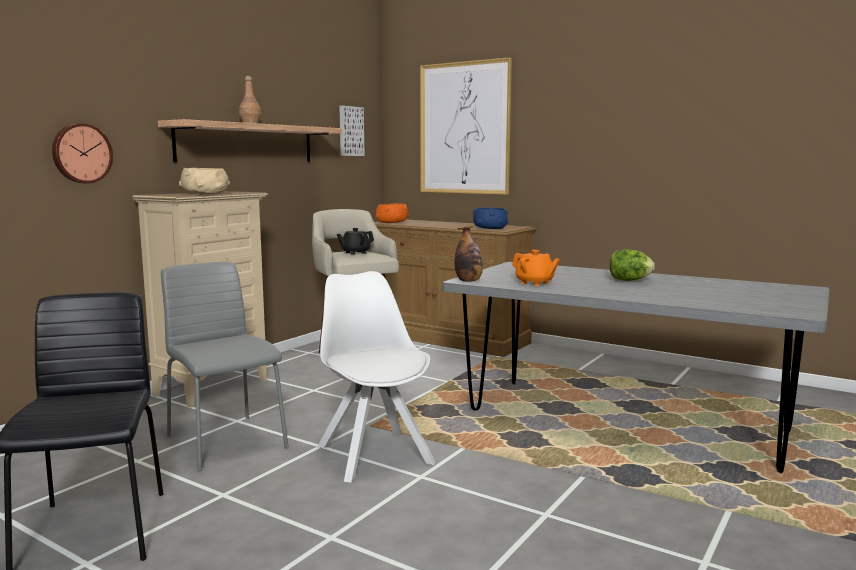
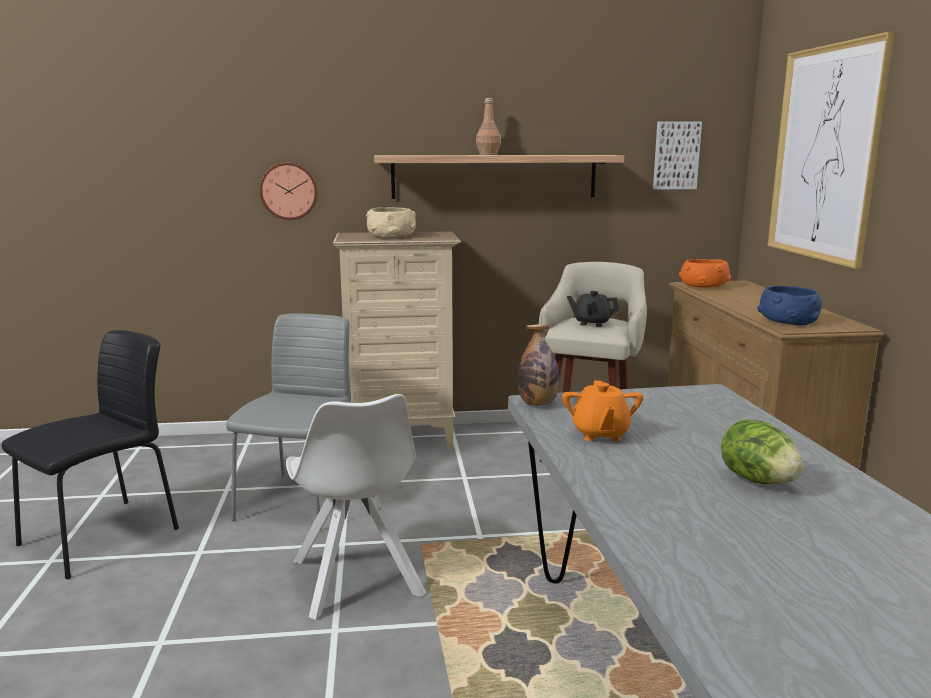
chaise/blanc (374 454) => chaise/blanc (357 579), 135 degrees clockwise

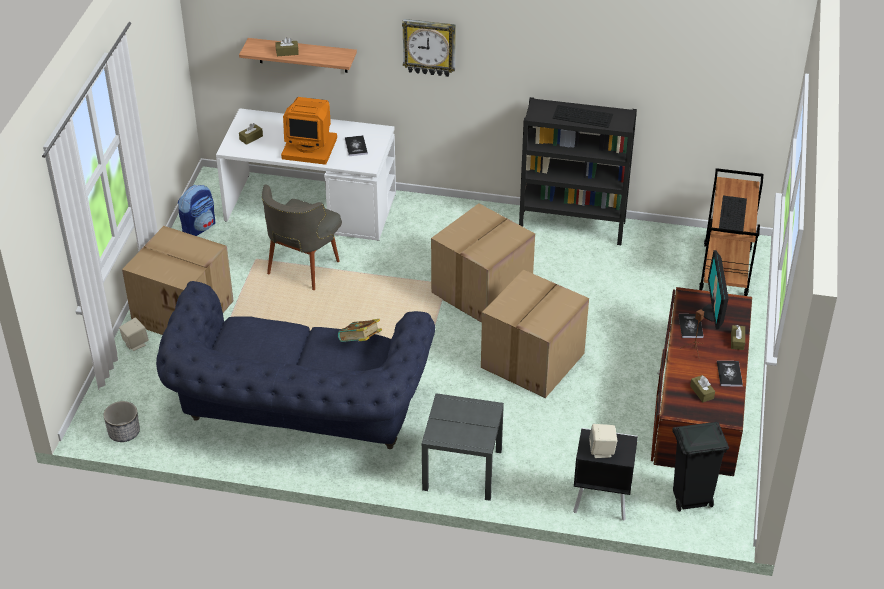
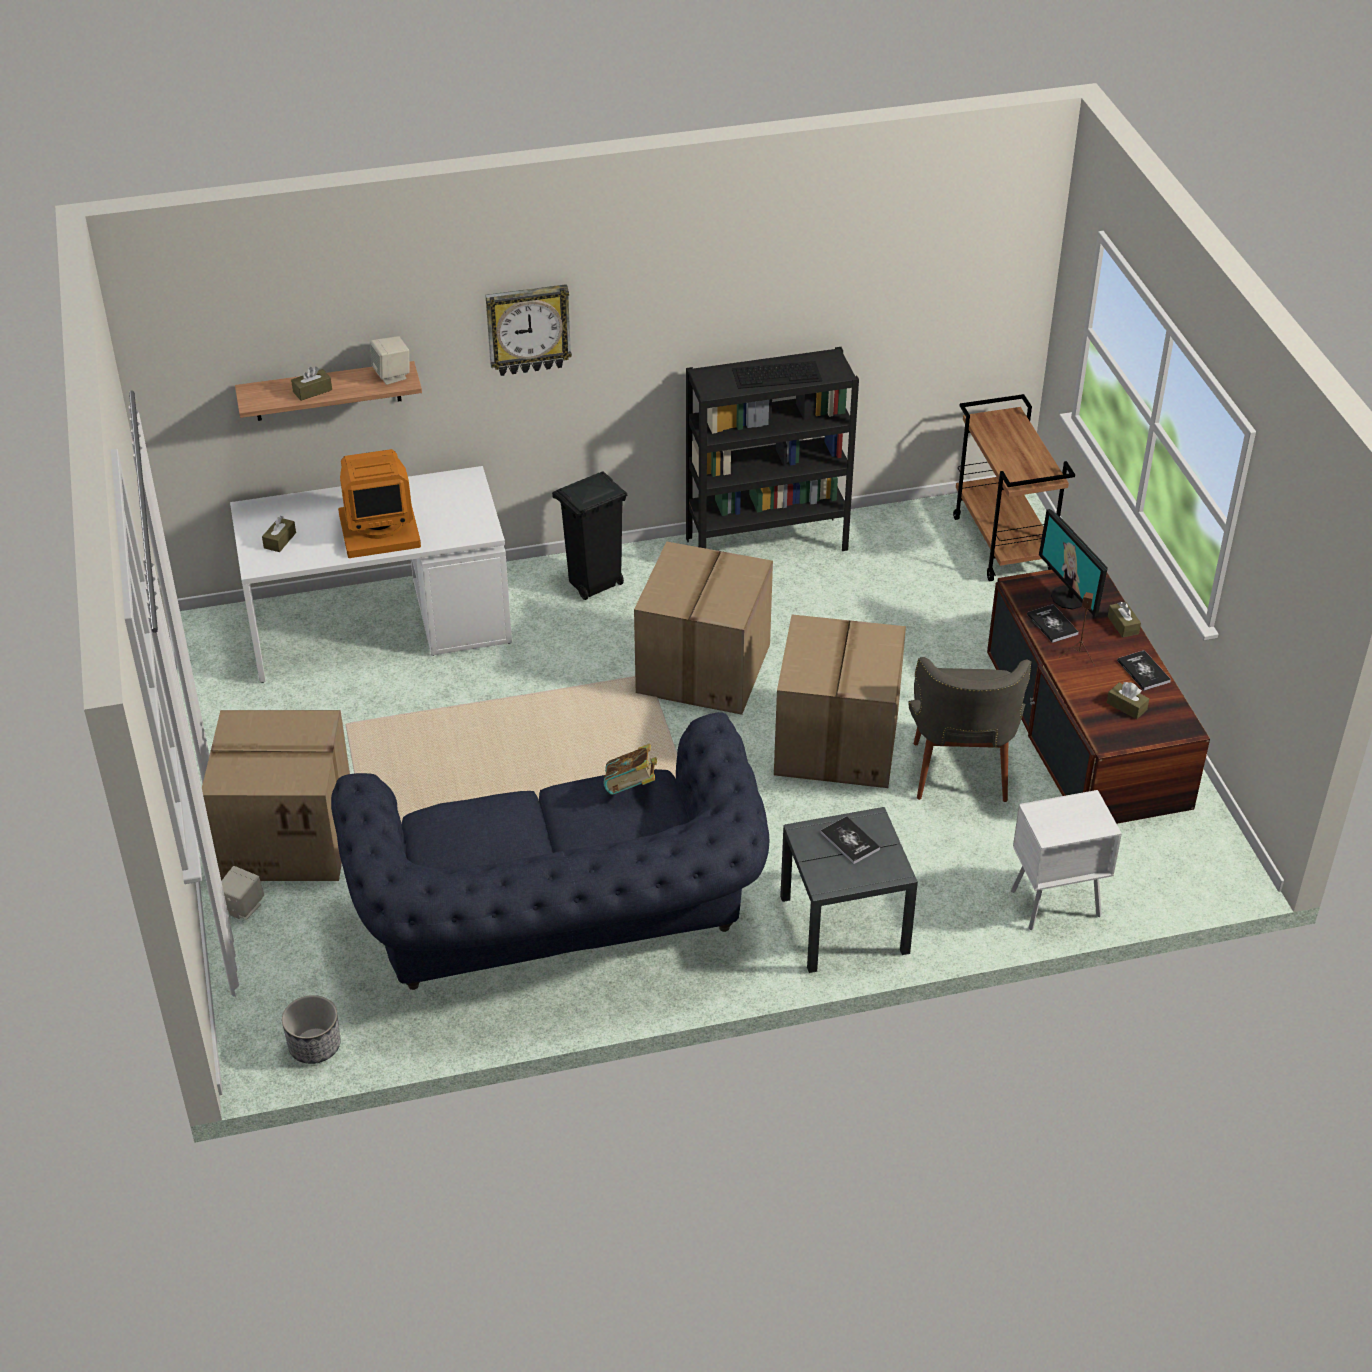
sac à dos (199 227) => nothing
clavier (733 215) => nothing
chaise/gris (304 267) => chaise/gris (959 771), relocated
livre (356 146) => livre (850 841), relocated
enceinte/beige (602 451) => enceinte/beige (392 375), relocated
poubelle/noir (690 500) => poubelle/noir (593 585), relocated
table de chevet/noir (599 502) => table de chevet/blanc (1053 903)

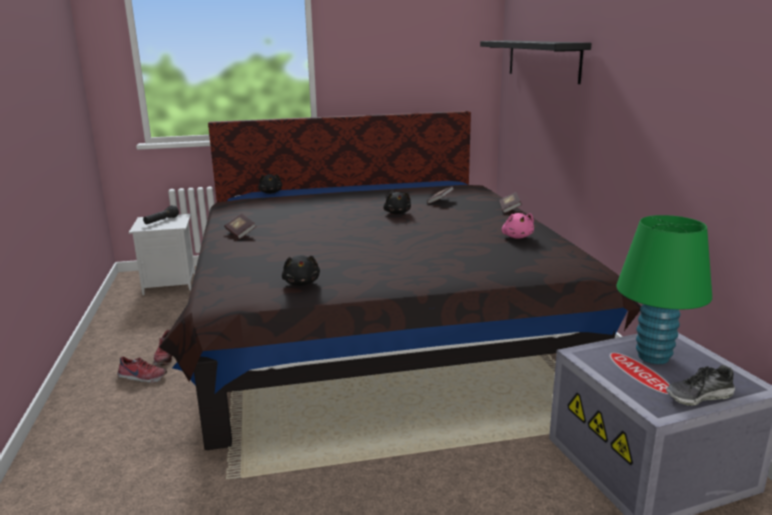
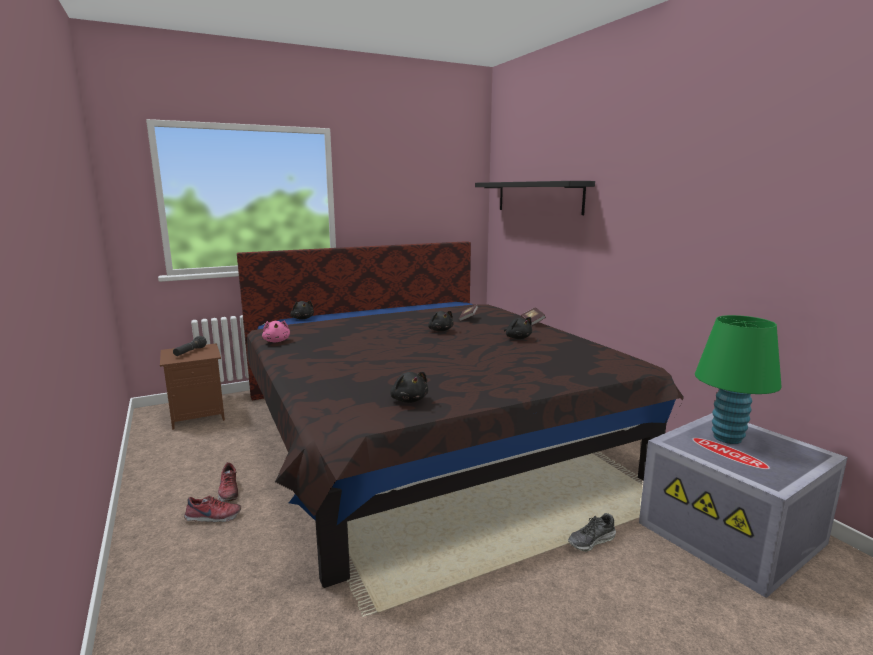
livre (240 233) => nothing
nothing => peluche/noir (517 338)
peluche/rose (517 237) => peluche/rose (277 341), relocated
chaussure (699 396) => chaussure (591 541), relocated
table de chevet/gris (171 283) => table de chevet/marron (199 415)

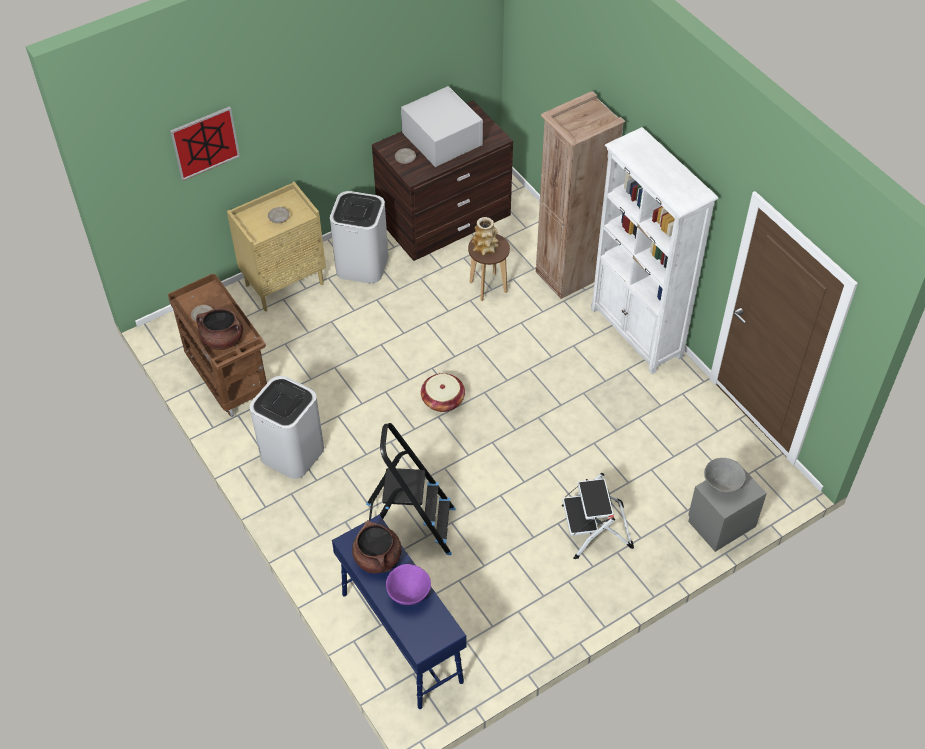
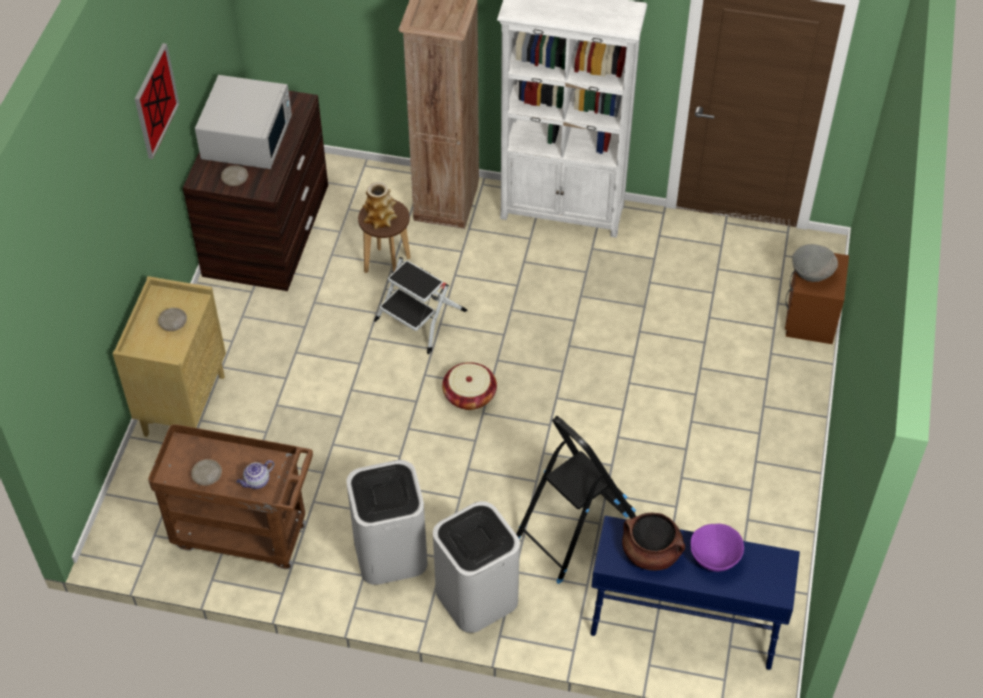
tableau (205 142) => tableau (155 101), relocated
poubelle/blanc (362 265) => poubelle/blanc (476 597), relocated
escabeau (596 528) => escabeau (421 317), relocated
marmite/marron (222 340) => théière (256 482)
table de chevet/gris (720 522) => table de chevet/marron (809 317)
micro-ondes/blanc (441 139) => micro-ondes/blanc (247 137), 90 degrees clockwise

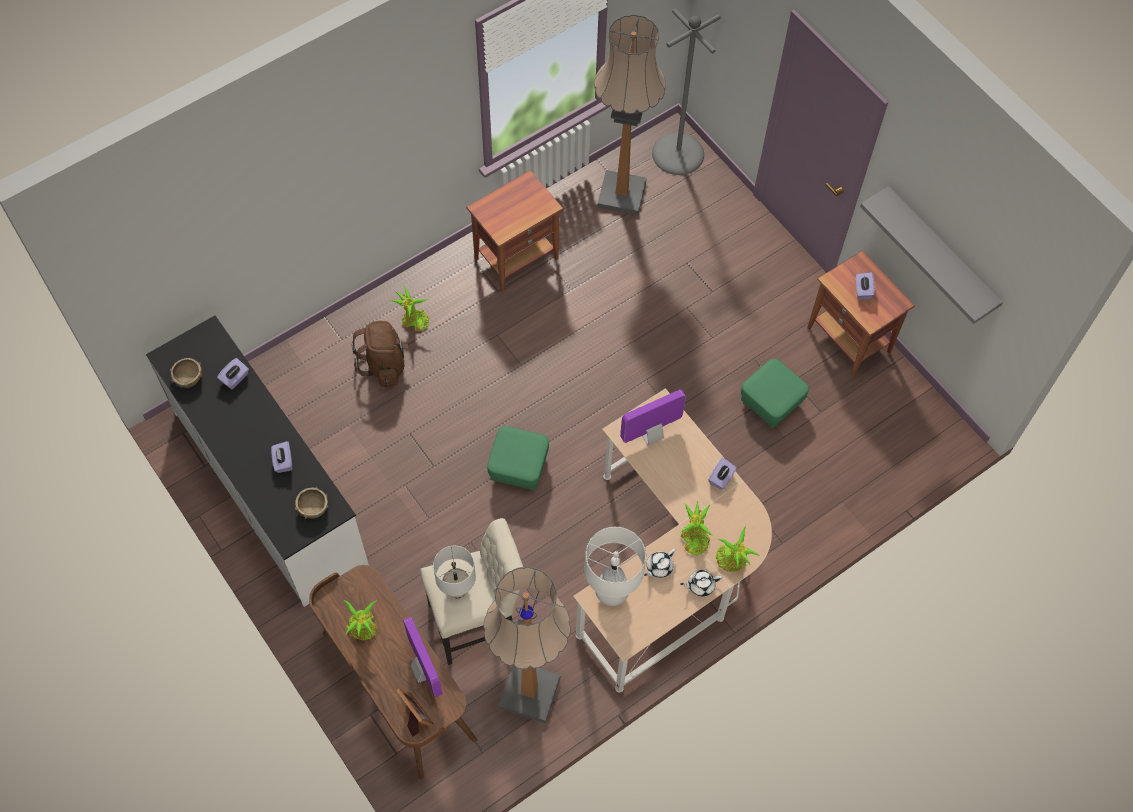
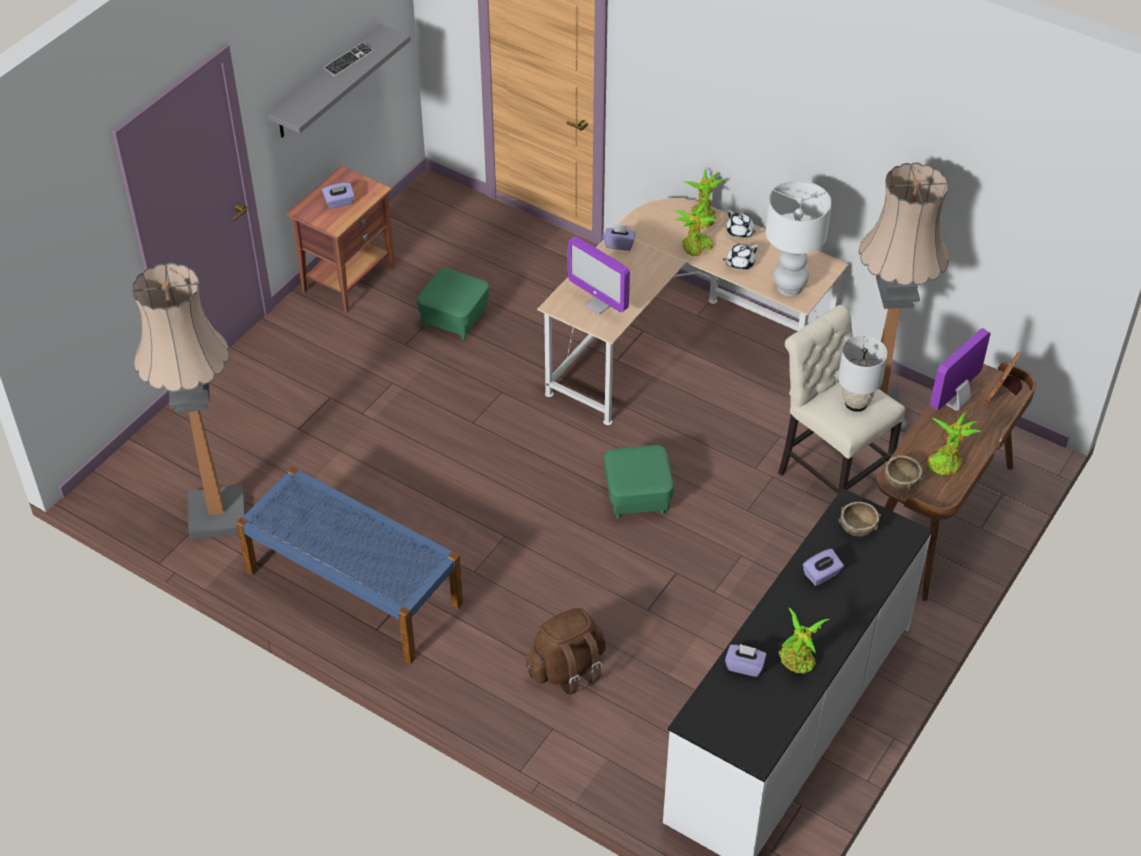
portant/gris (678 153) => nothing
nothing => clavier (349 61)
bol/marron (188 377) => bol/marron (901 480), relocated
plante en pot (413 321) => plante en pot (798 661), relocated
table de chevet (517 257) => banc/bleu (353 588)
théière/blanc (659 567) => théière/blanc (739 263), 120 degrees clockwise

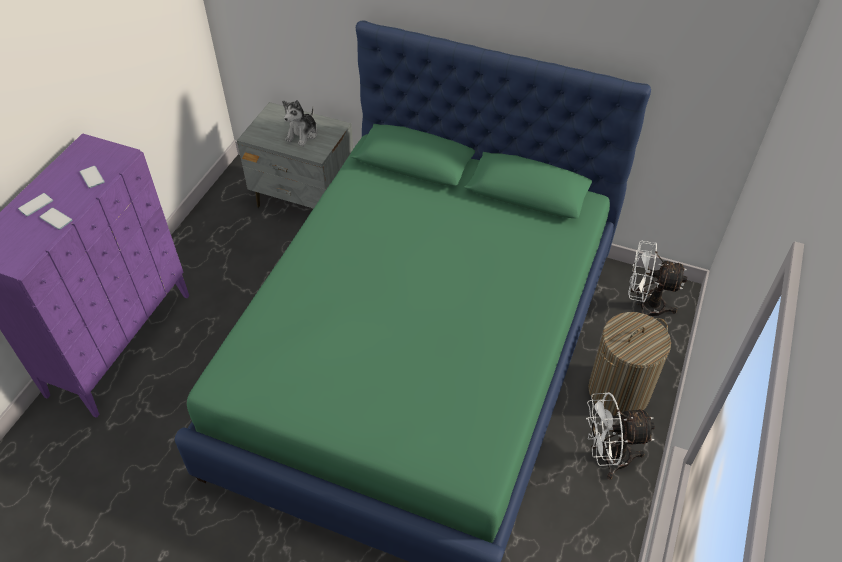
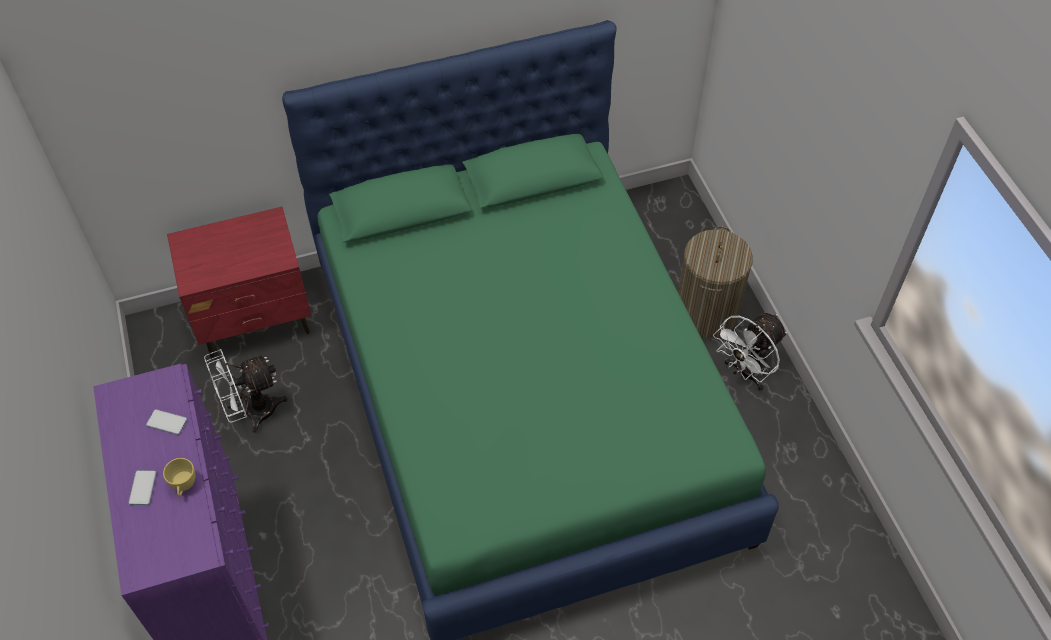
peluche (302 134) => nothing
ventilateur/blanc (644 306) => ventilateur/blanc (252 412), relocated
téléphone (56 219) => tasse/jaune (184 486)
table de chevet/gris (305 200) => table de chevet/rouge (255 319)

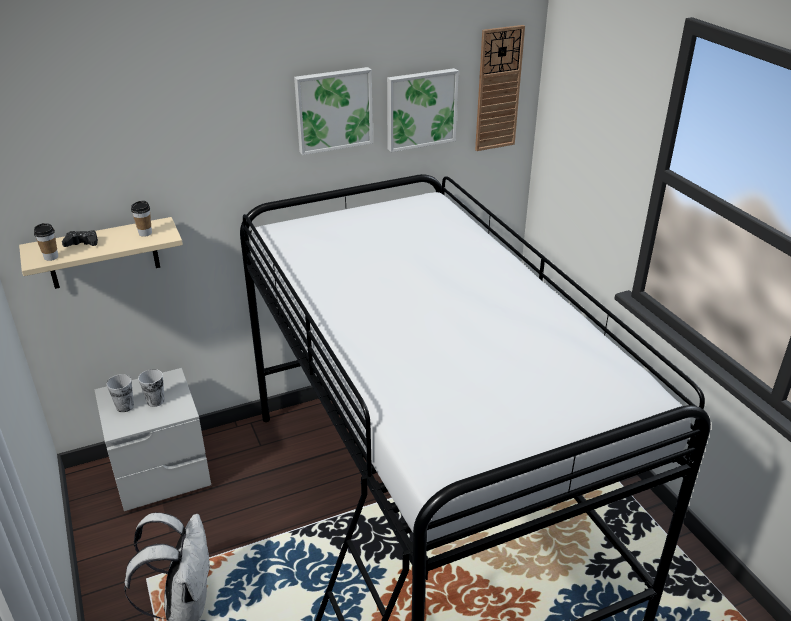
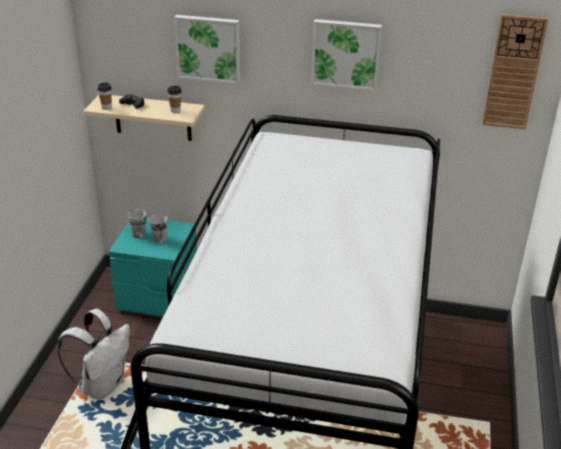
tableau (420 109) => tableau (208 48), relocated
table de chevet/blanc (161 472) => table de chevet/turquoise (159 296)

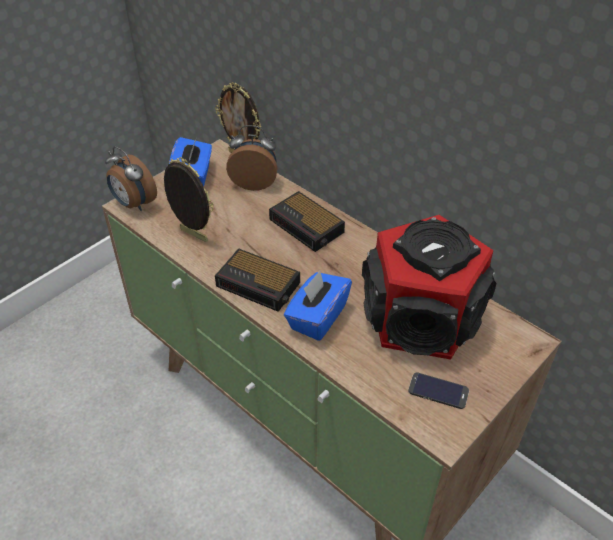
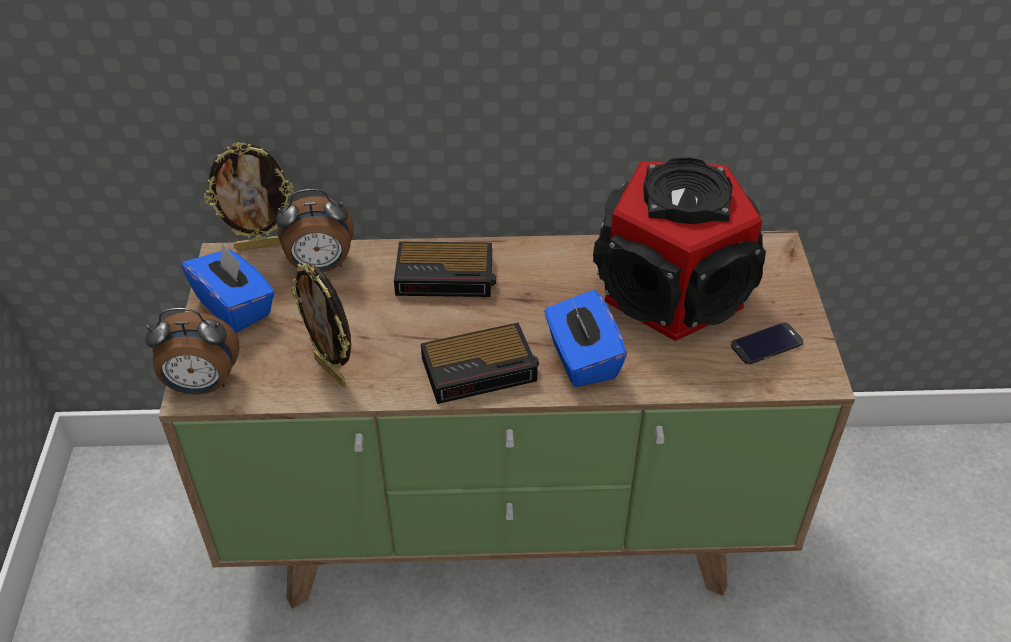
cadre photo (192 236) => cadre photo (332 371), 120 degrees counterclockwise
réveil (254 182) => réveil (320 266), 150 degrees counterclockwise

